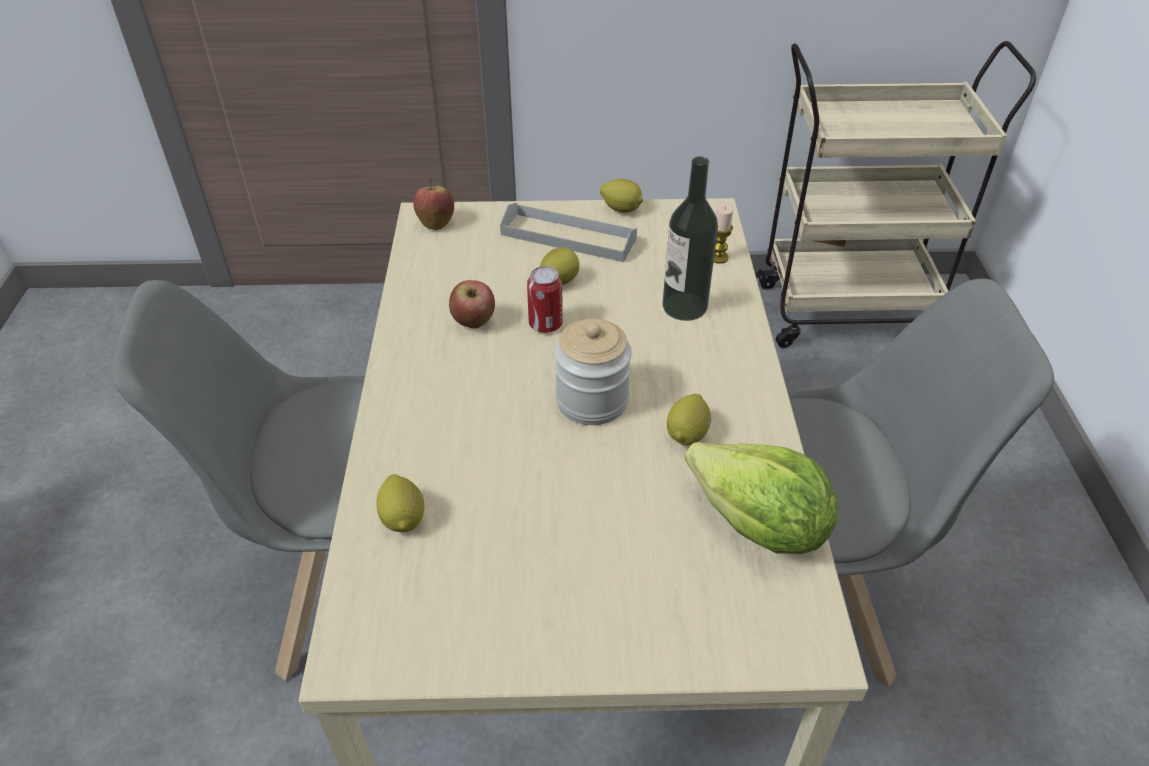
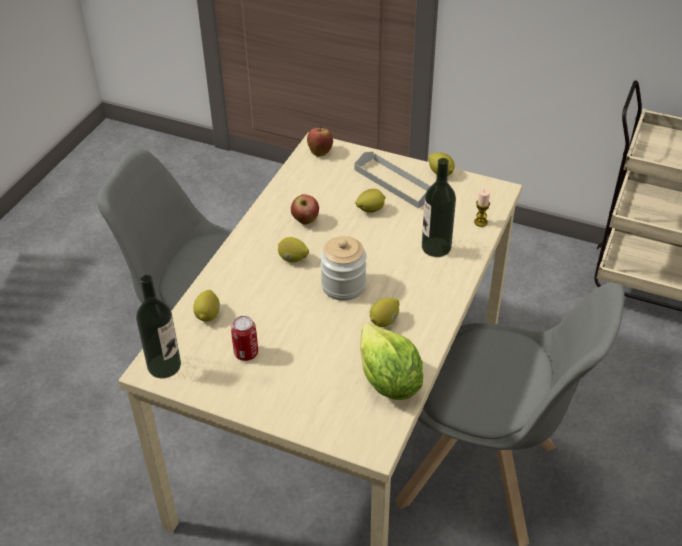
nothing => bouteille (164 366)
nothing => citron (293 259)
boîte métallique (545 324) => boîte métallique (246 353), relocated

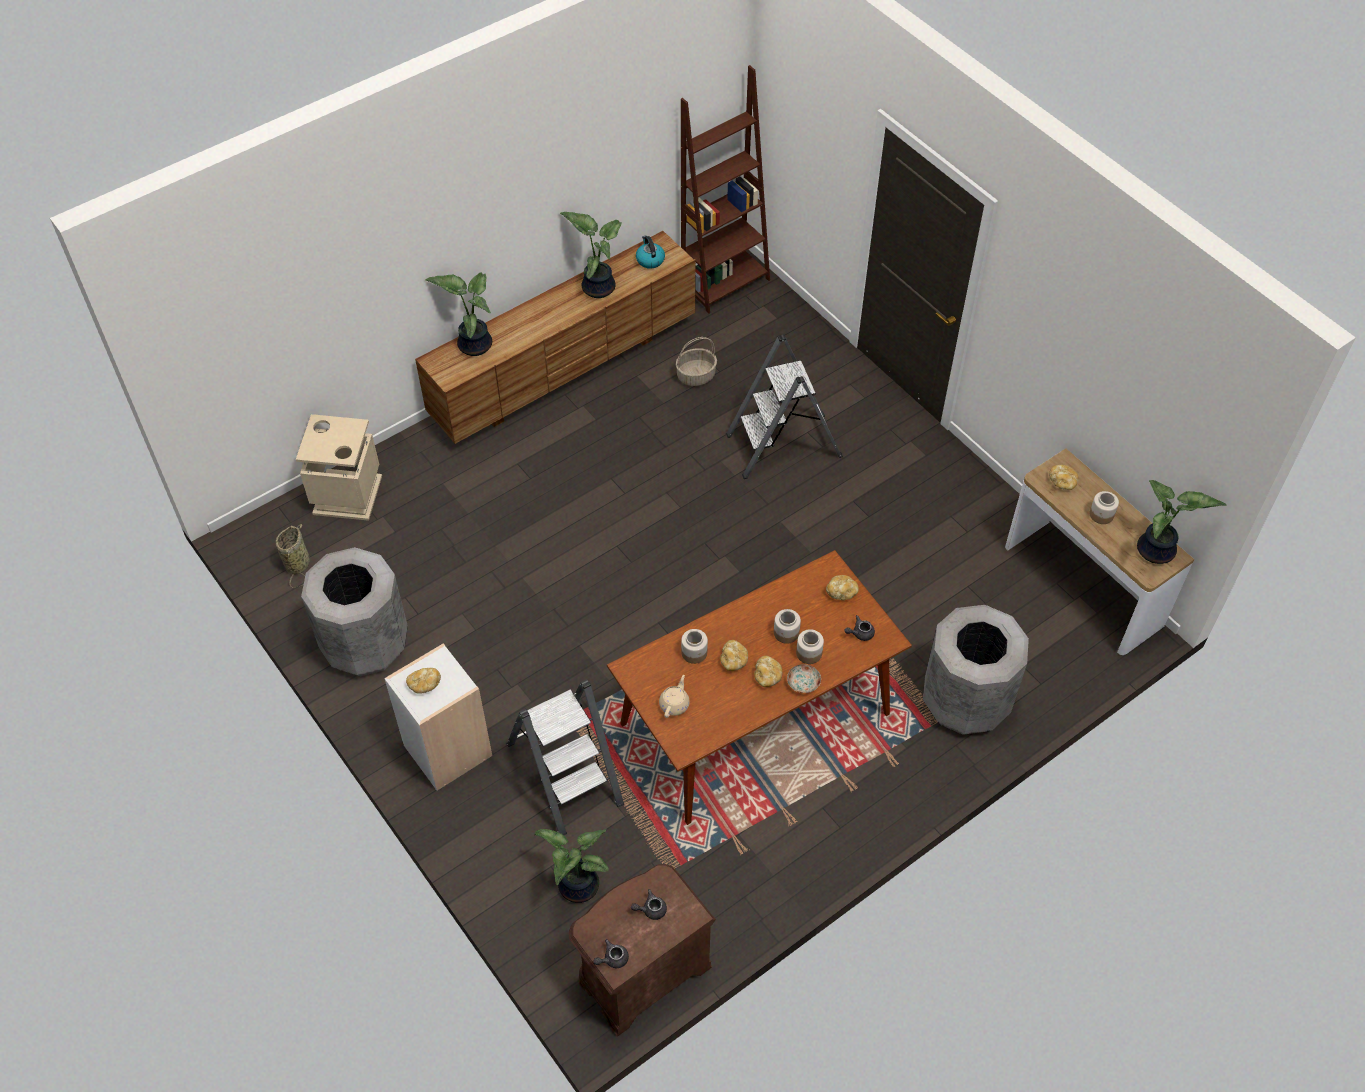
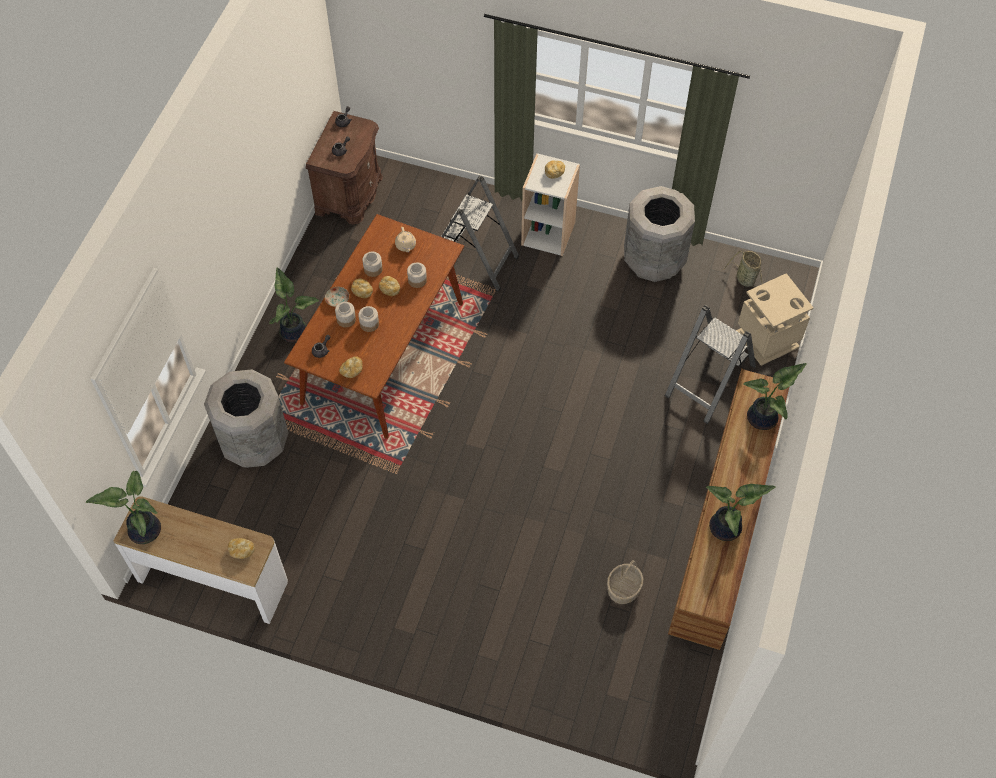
bouilloire (650 260) => nothing
bibliothèque/marron (725 283) => nothing
plante en pot (576 887) => plante en pot (294 331), relocated
escabeau/gris (785 445) => escabeau/gris (709 381), relocated
bocal (1101 515) => bocal (373 269), relocated

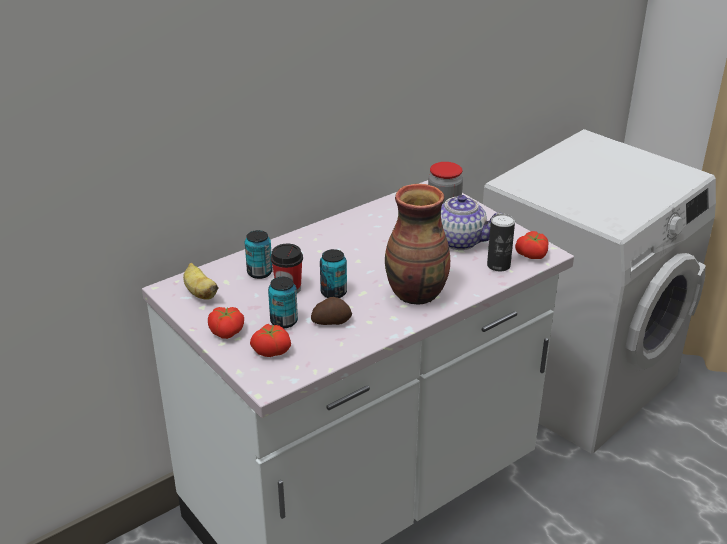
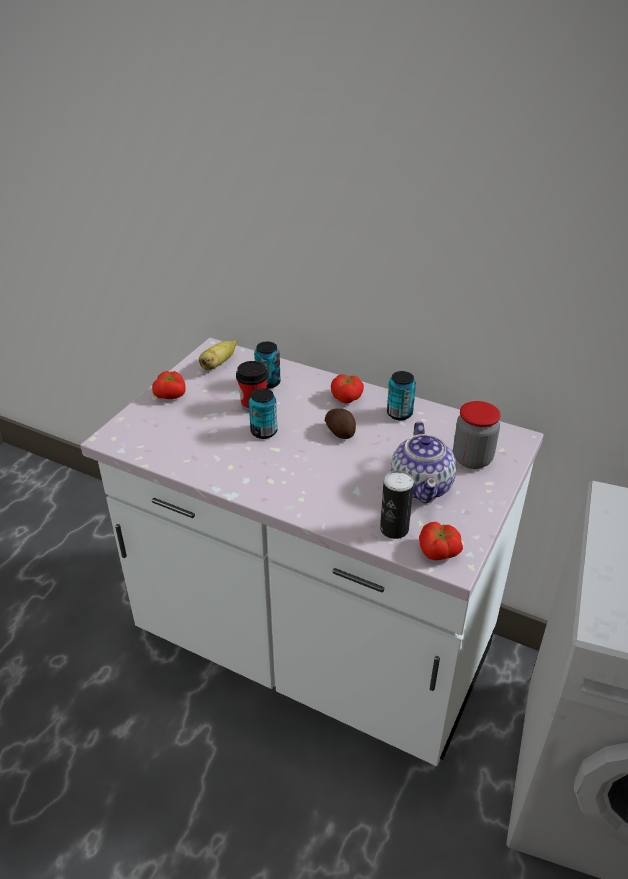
vase (417 294) => nothing
tomate (271 350) => tomate (347 397), relocated
boîte métallique (284 321) => boîte métallique (399 413), relocated
pomme de terre (331 321) => pomme de terre (340 431), relocated

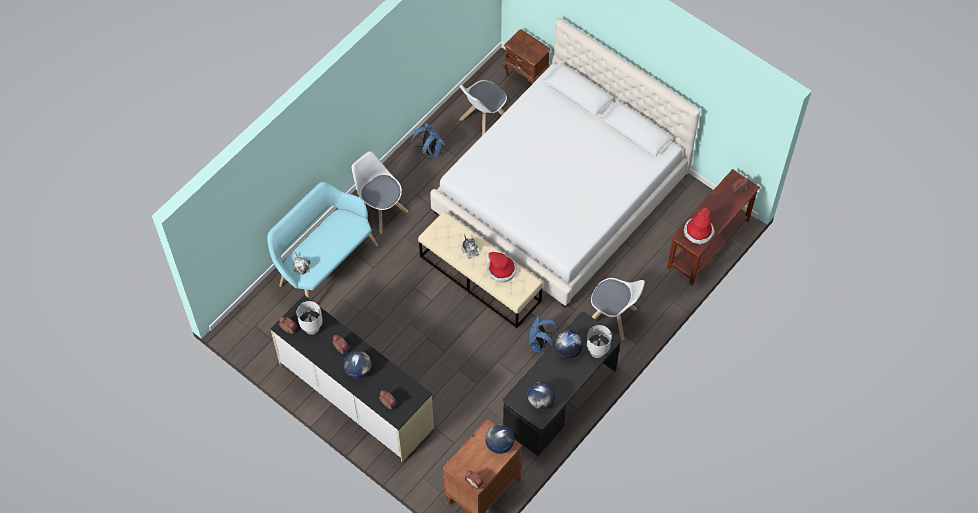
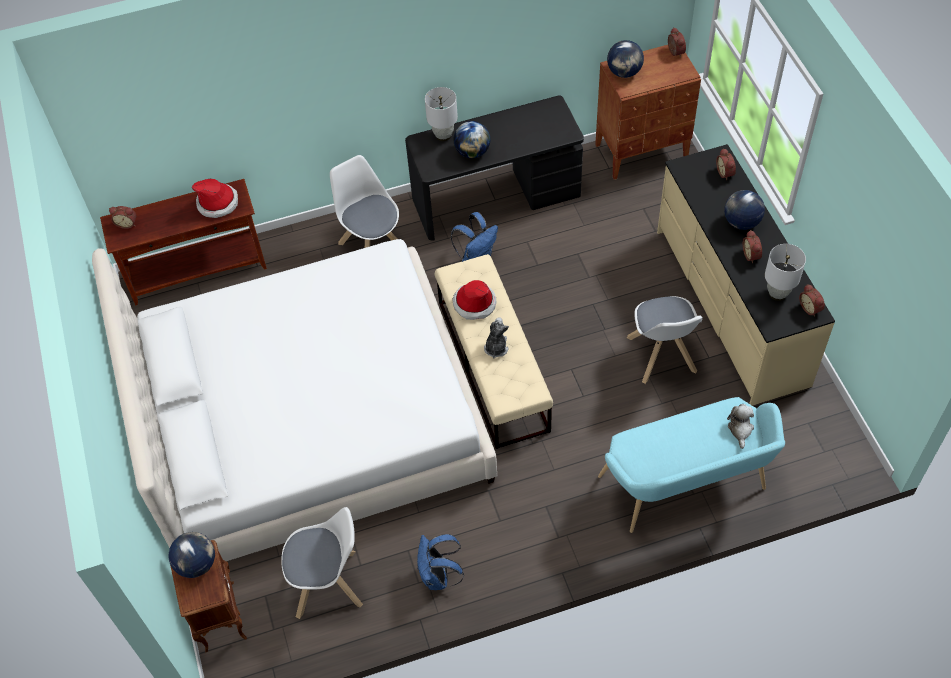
chaise (380 209) => chaise (662 356), relocated
globe (540 401) => globe (197 564), relocated

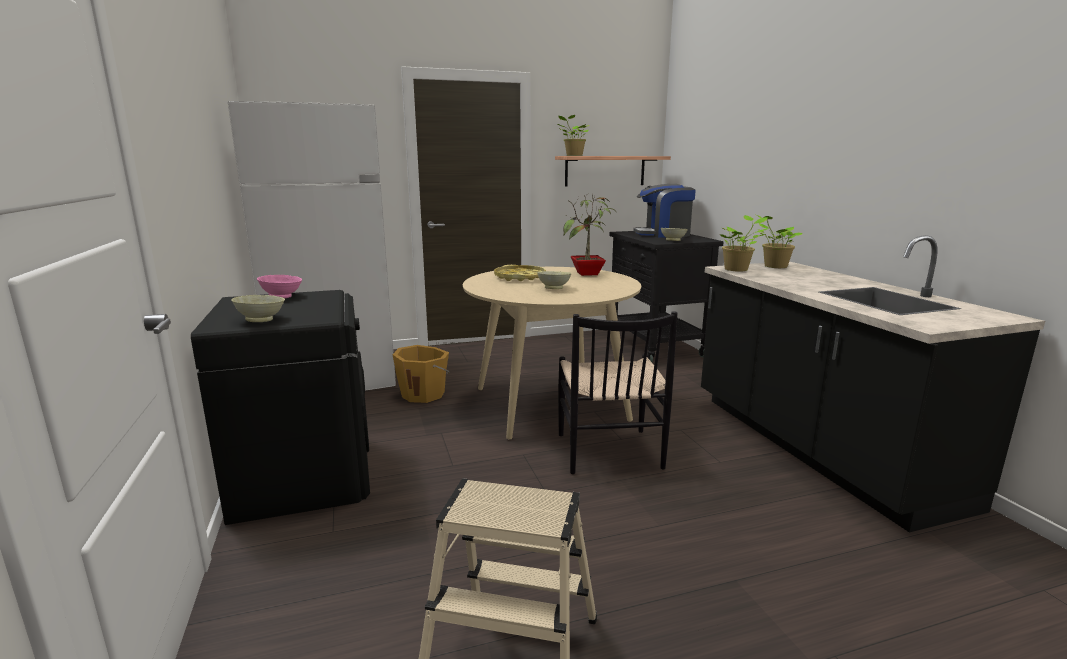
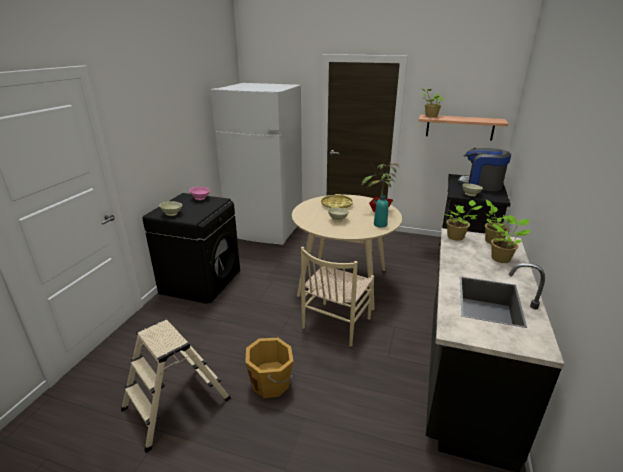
nothing => bouteille/turquoise (380 224)
nothing => plante en pot (502 258)
seau/orange (424 394) => seau/orange (271 383), relocated
chaise/noir (609 454) => chaise/beige (335 325)

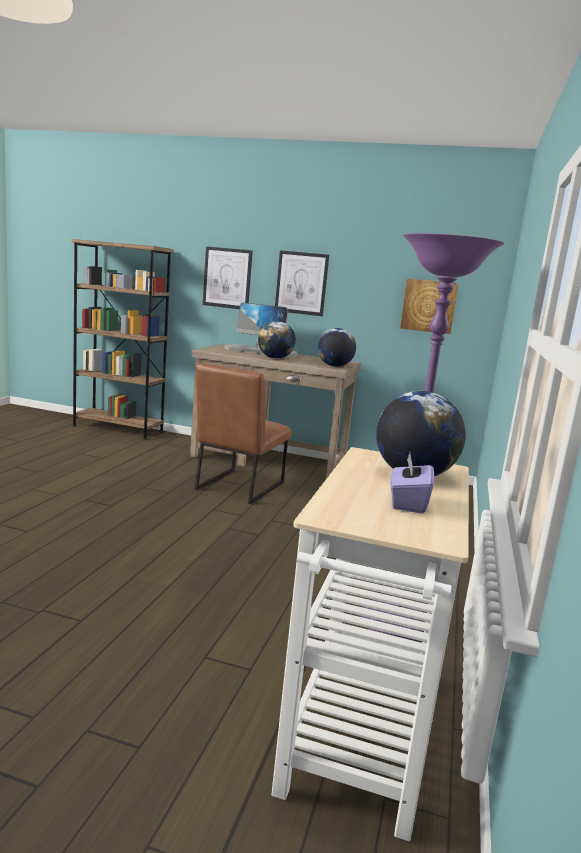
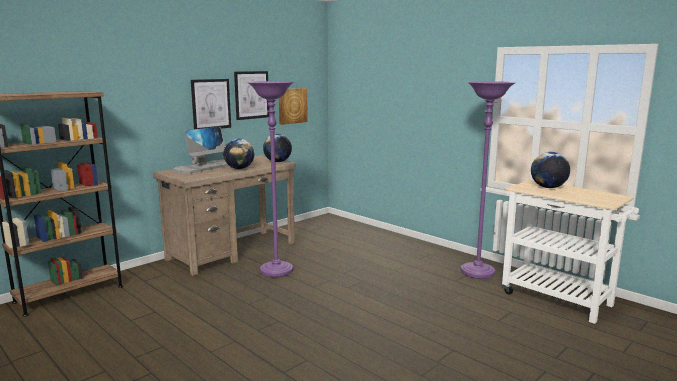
boîte à mouchoirs/violet (407 503) => nothing
tableau (227 278) => tableau (251 95), relocated
chaise/marron (238 486) => lampadaire/violet (276 271)

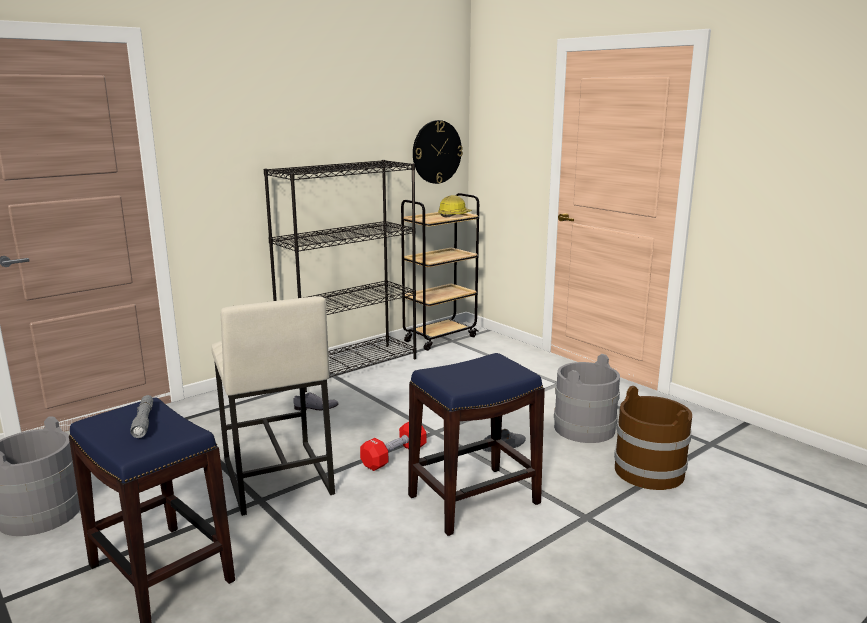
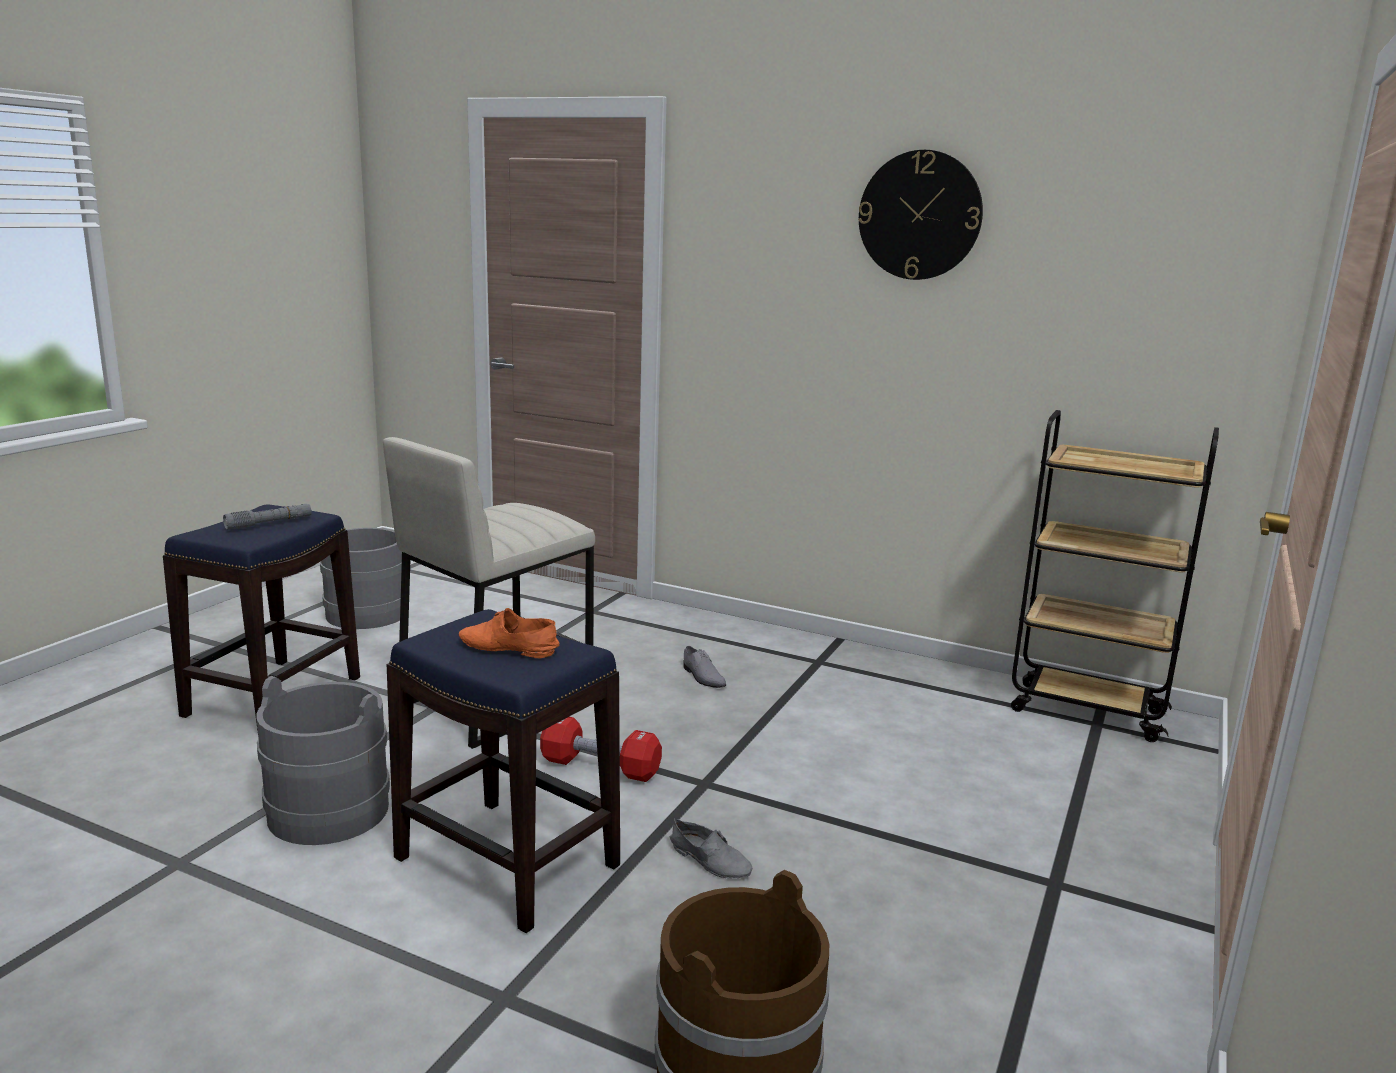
bibliothèque/noir (350 366) => nothing
casque de chantier (454 215) => nothing
nothing => chaussure/orange (507 647)
horloge murale (436 152) => horloge murale (920 215), relocated
seau/gris (584 428) => seau/gris (329 811), relocated

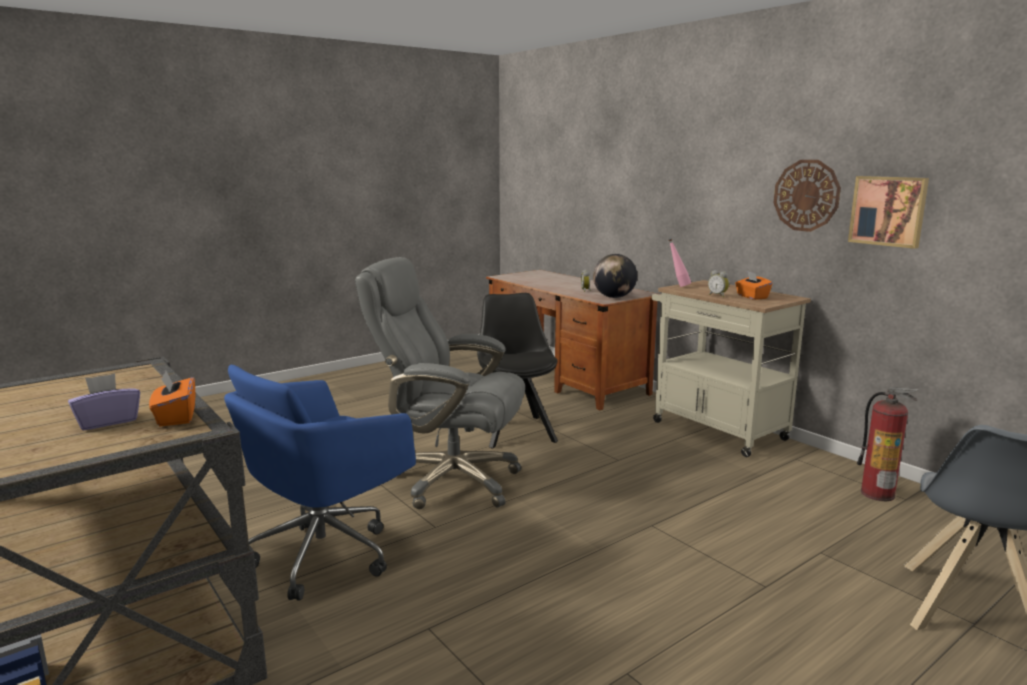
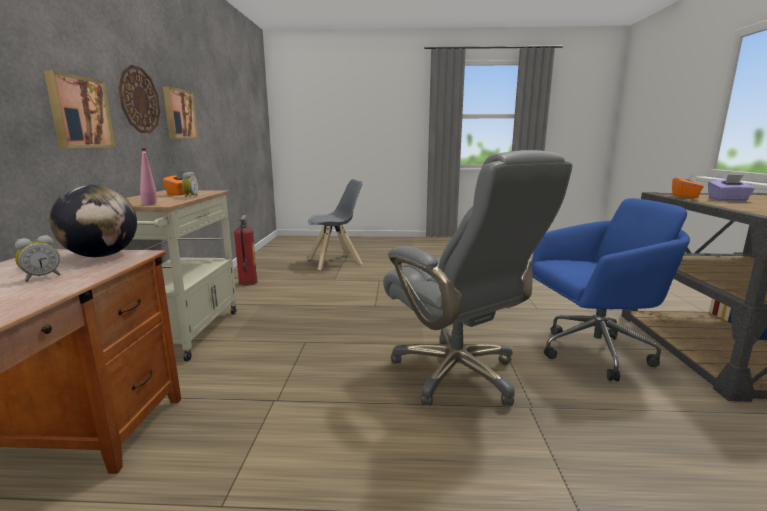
chaise/noir (516 431) => nothing
nothing => tableau (79 112)

